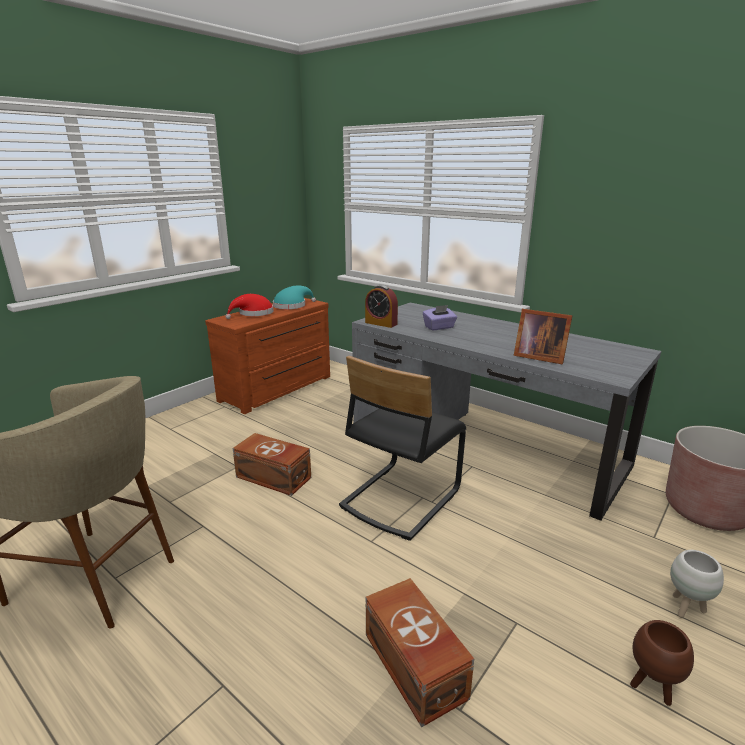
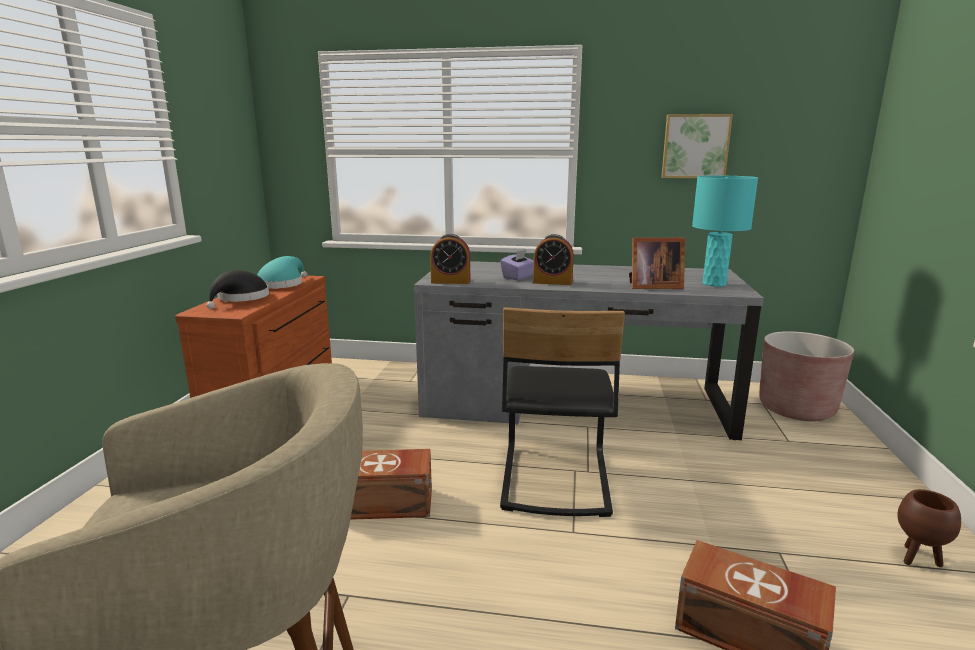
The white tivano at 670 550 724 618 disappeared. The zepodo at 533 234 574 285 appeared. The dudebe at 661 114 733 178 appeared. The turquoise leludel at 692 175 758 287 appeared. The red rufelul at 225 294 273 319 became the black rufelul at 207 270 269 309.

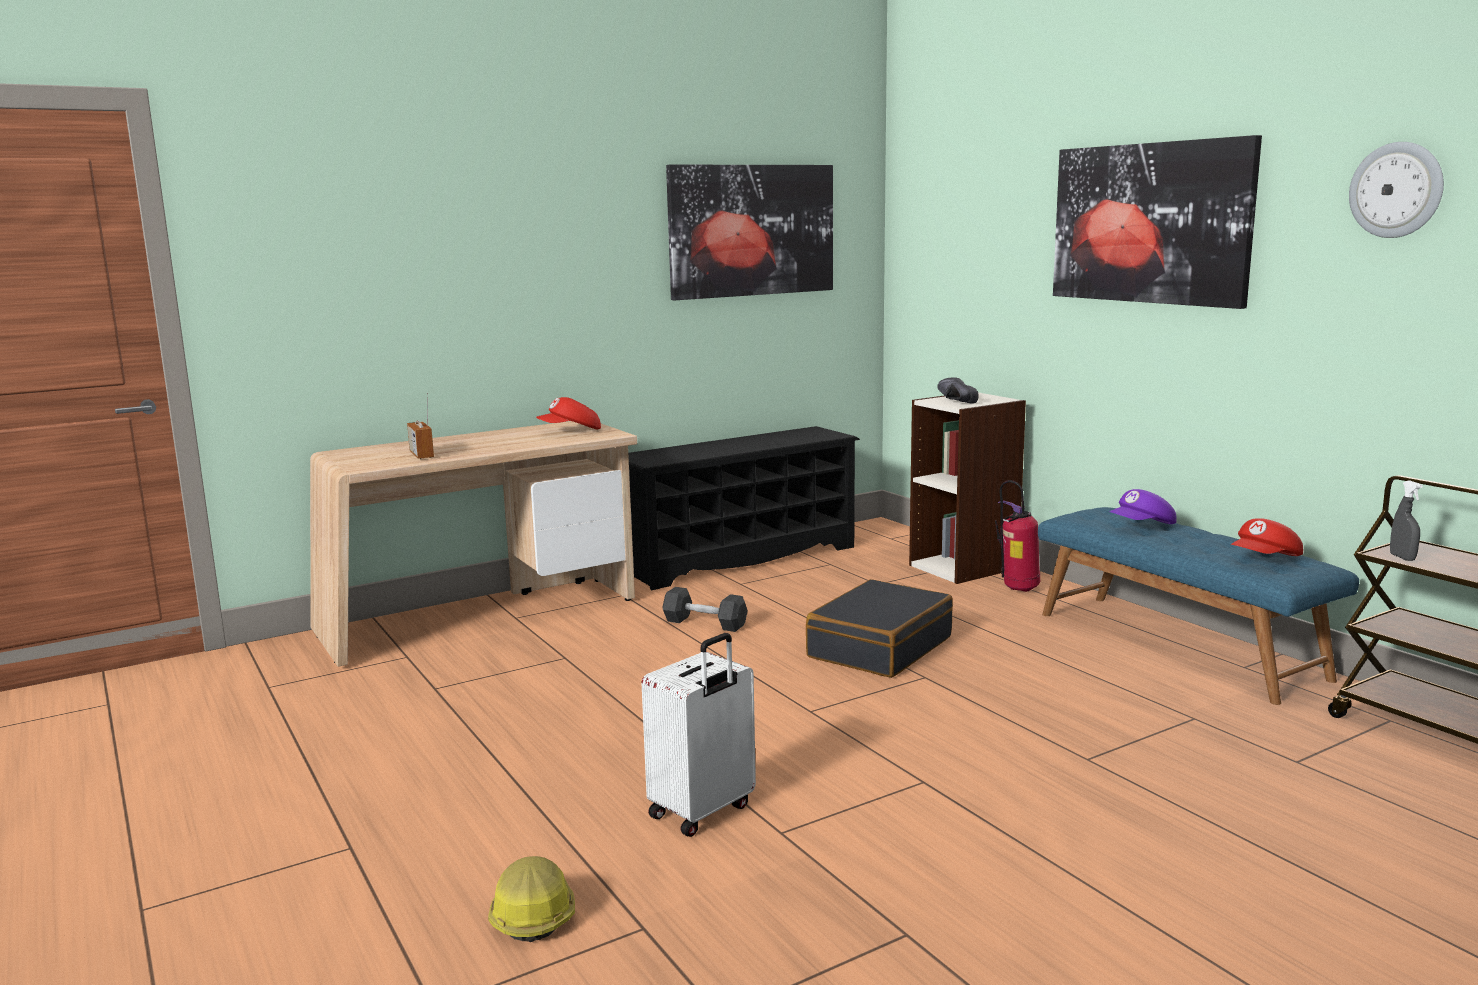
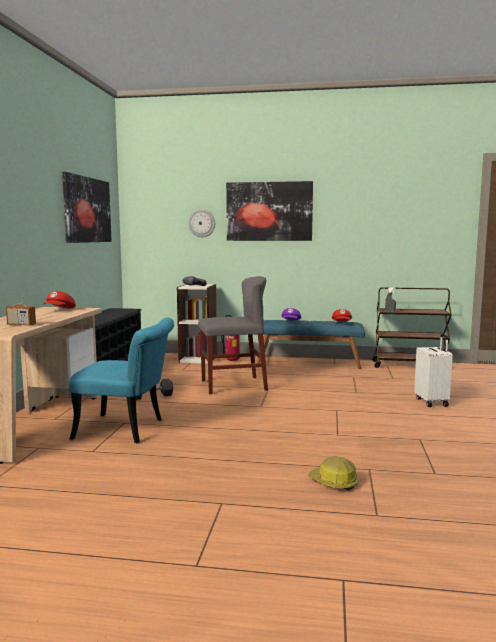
The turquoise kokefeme at 69 318 174 443 appeared. The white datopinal moved from 641 633 756 837 to 414 334 453 407. The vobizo moved from 1349 142 1444 238 to 188 209 215 237. The black datopinal at 806 579 953 678 was replaced by the grey kokefeme at 198 276 268 394.

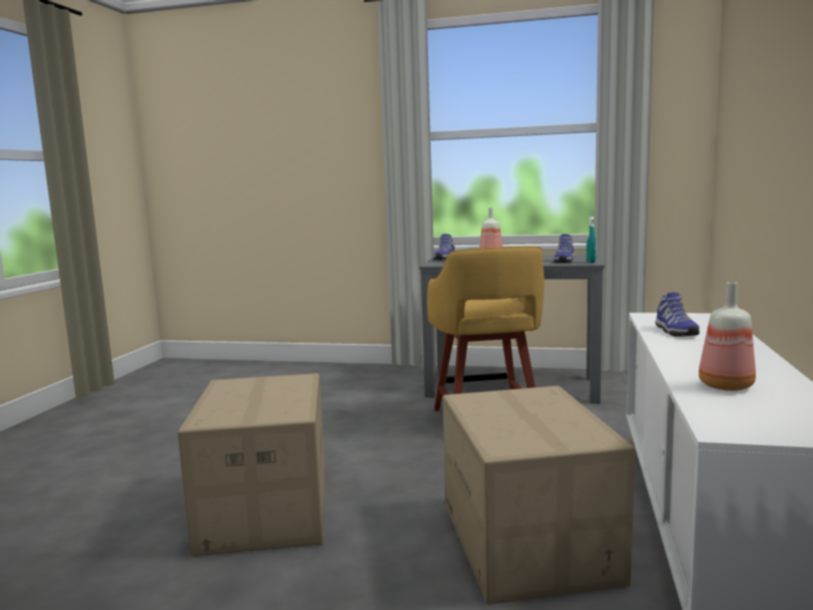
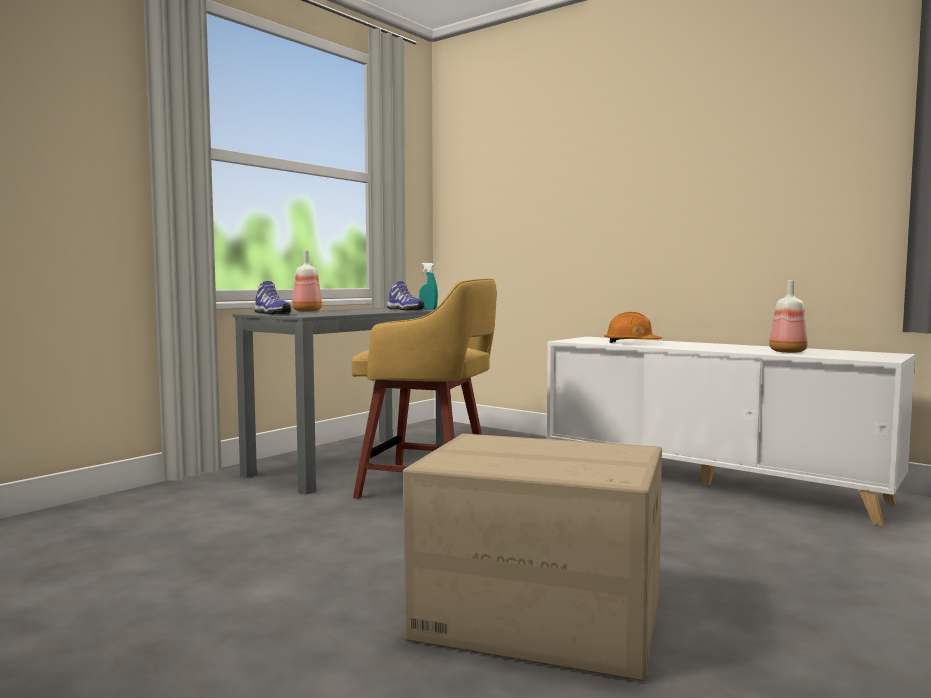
The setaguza at 443 386 635 604 disappeared. The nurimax at 656 292 700 337 was replaced by the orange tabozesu at 604 312 662 343.

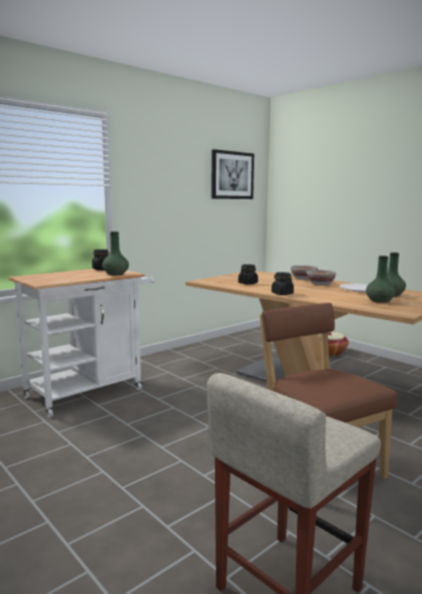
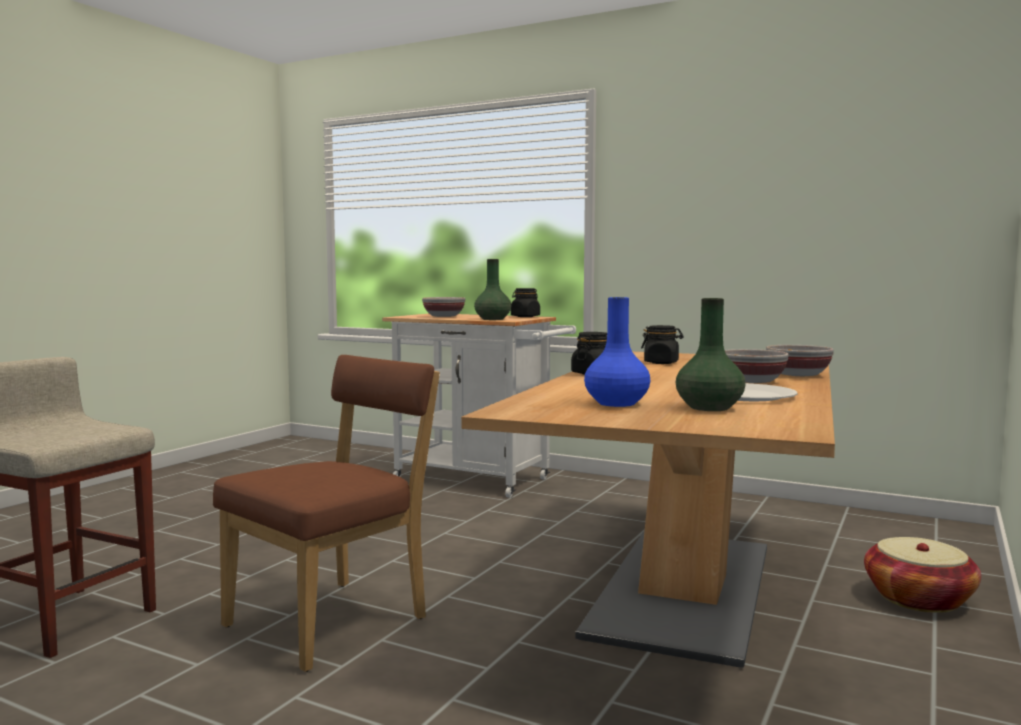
The dudebe at 211 149 254 199 disappeared. The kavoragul at 422 297 465 317 appeared. The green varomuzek at 366 256 396 303 became the blue varomuzek at 584 297 650 407.

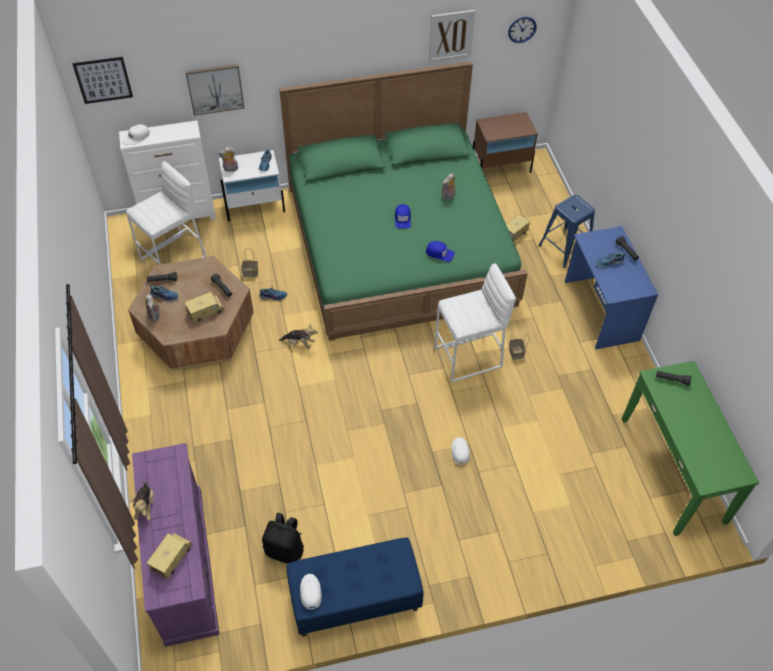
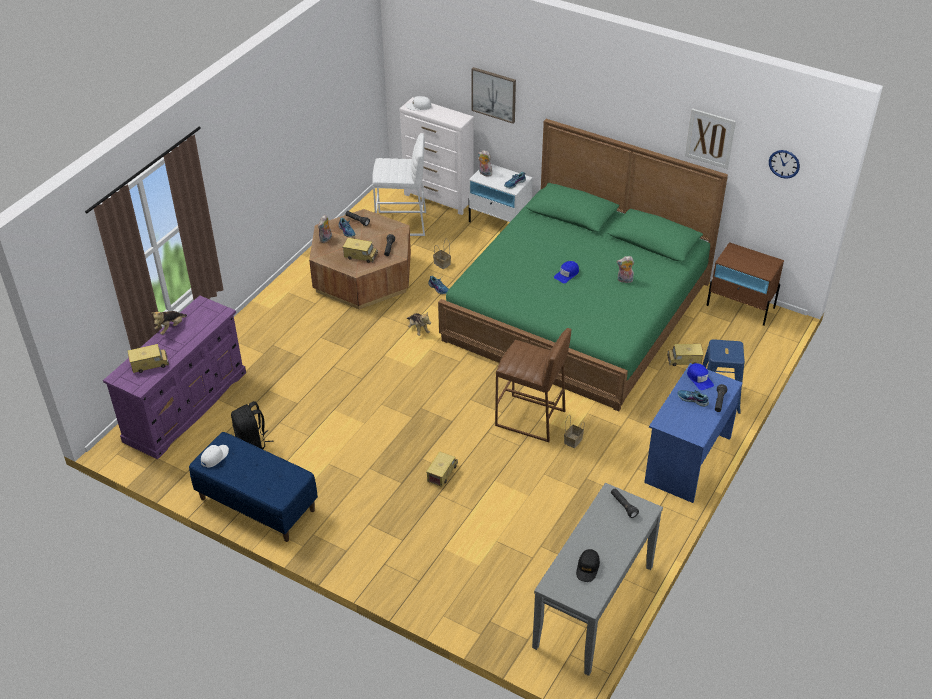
The dudebe at 72 57 133 104 disappeared. The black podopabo at 576 549 600 582 appeared. The blue podopabo moved from 426 241 455 262 to 687 363 714 390. The white podopabo at 452 437 470 465 was replaced by the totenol at 426 451 458 487. The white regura at 434 263 516 383 became the brown regura at 495 328 571 442. The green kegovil at 622 361 759 536 became the grey kegovil at 532 483 663 676.

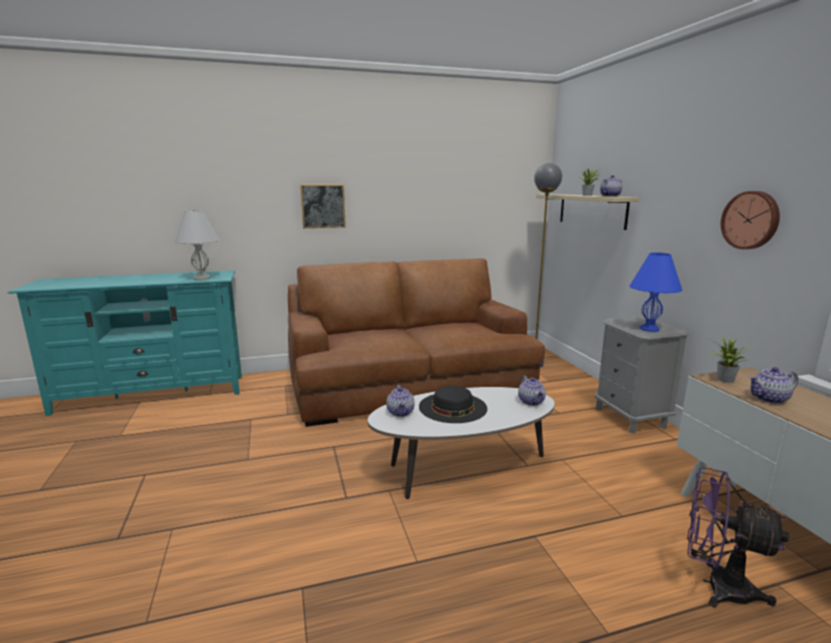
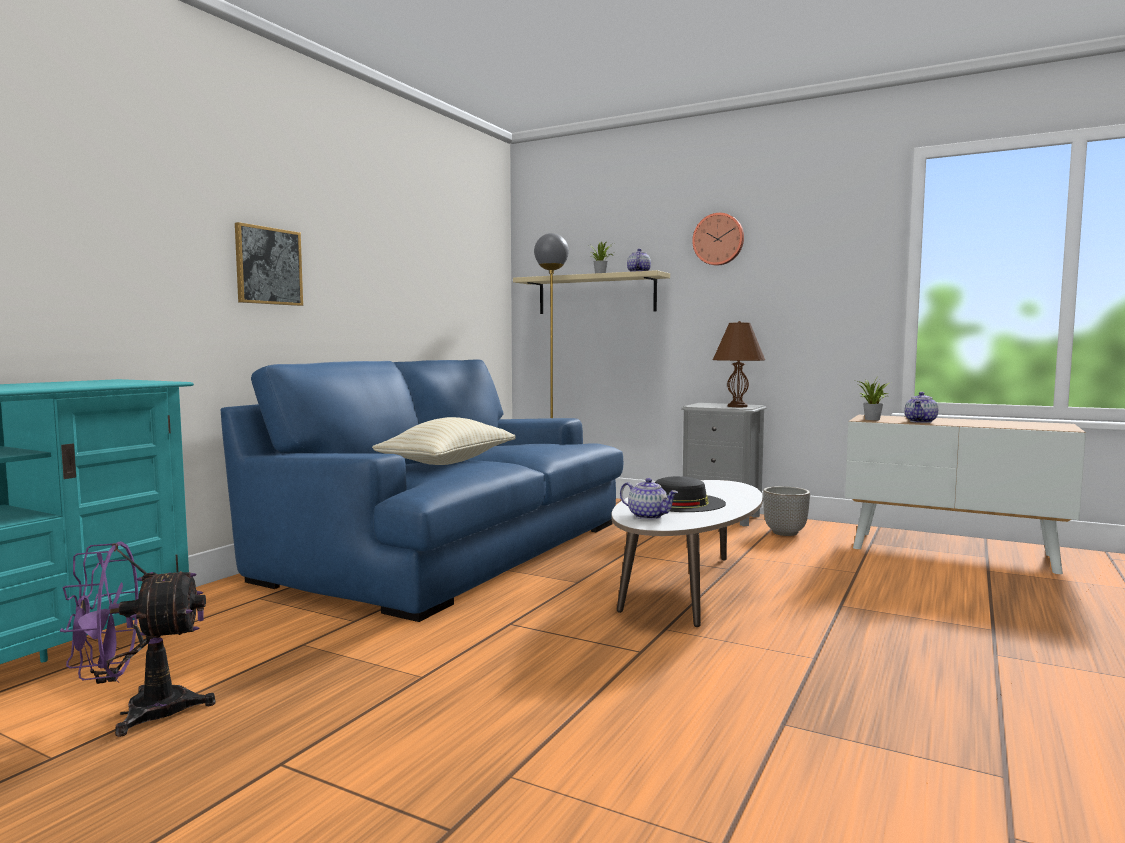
The white leludel at 174 209 220 280 disappeared. The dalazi at 518 376 546 406 disappeared. The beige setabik at 372 417 516 465 appeared. The tivano at 763 486 810 536 appeared. The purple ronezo moved from 687 467 789 608 to 60 542 216 737. The vobizo moved from 721 191 780 249 to 692 213 744 266. The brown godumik at 288 258 545 427 became the blue godumik at 221 359 623 622. The blue leludel at 629 252 682 332 became the brown leludel at 712 321 765 407.

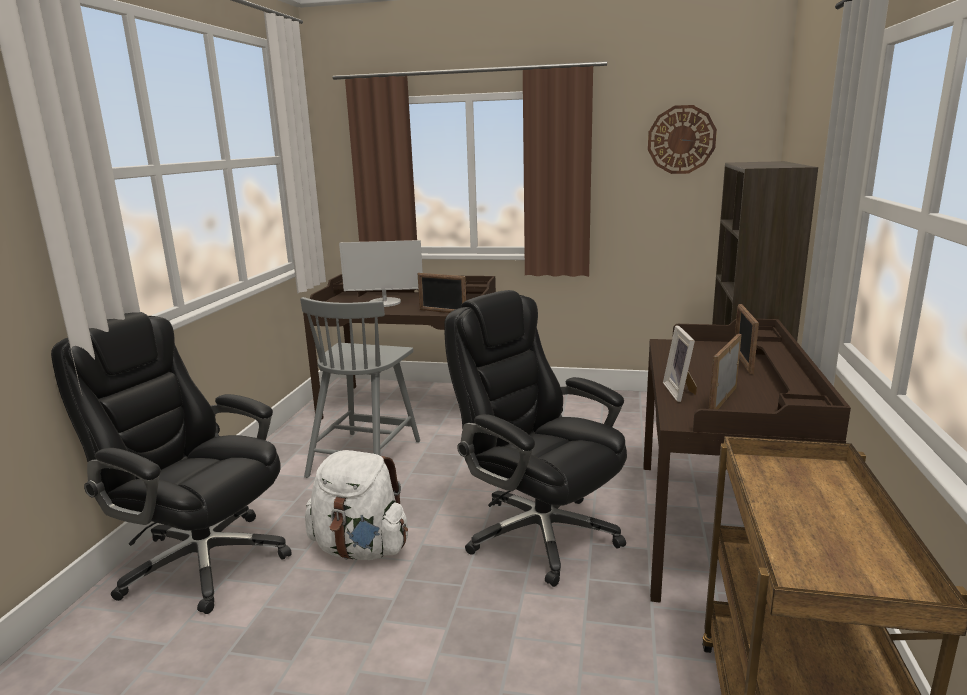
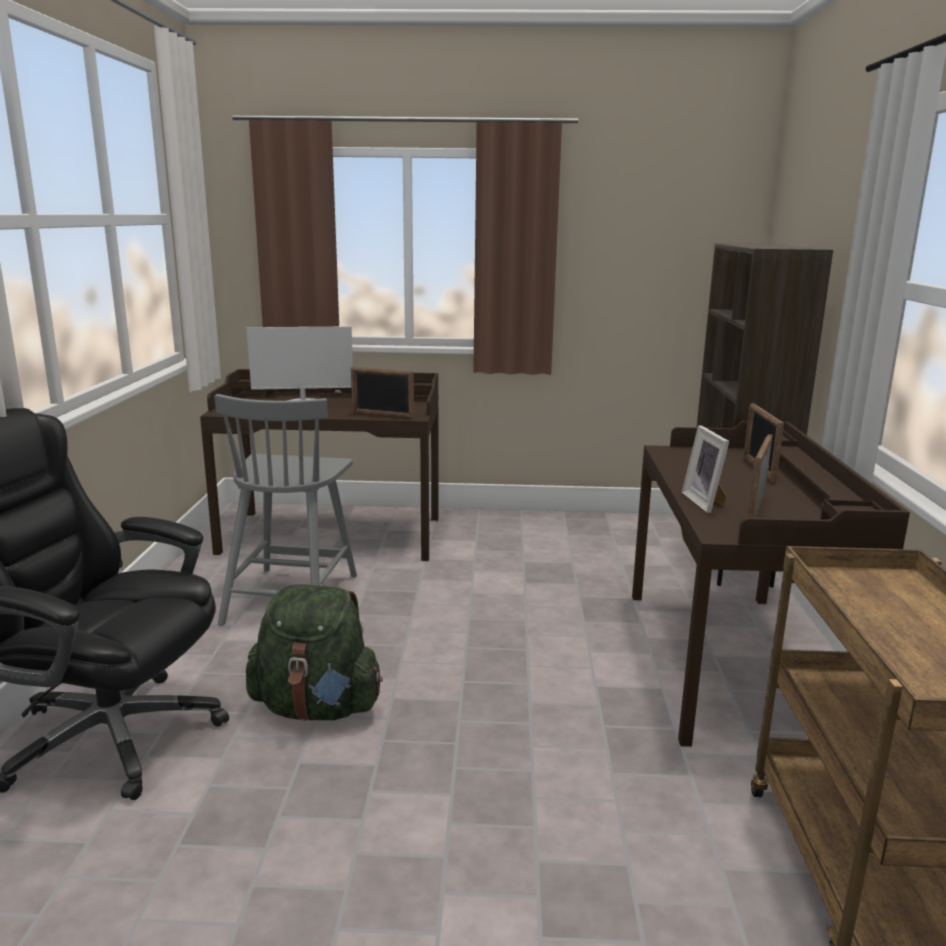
The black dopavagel at 444 290 627 587 disappeared. The vobizo at 648 105 717 174 disappeared. The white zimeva at 305 450 408 560 became the green zimeva at 246 584 383 721.

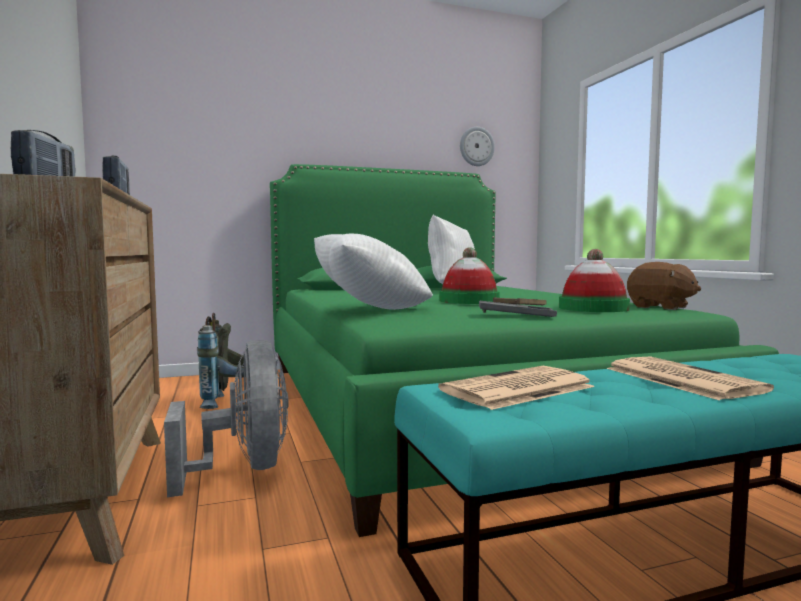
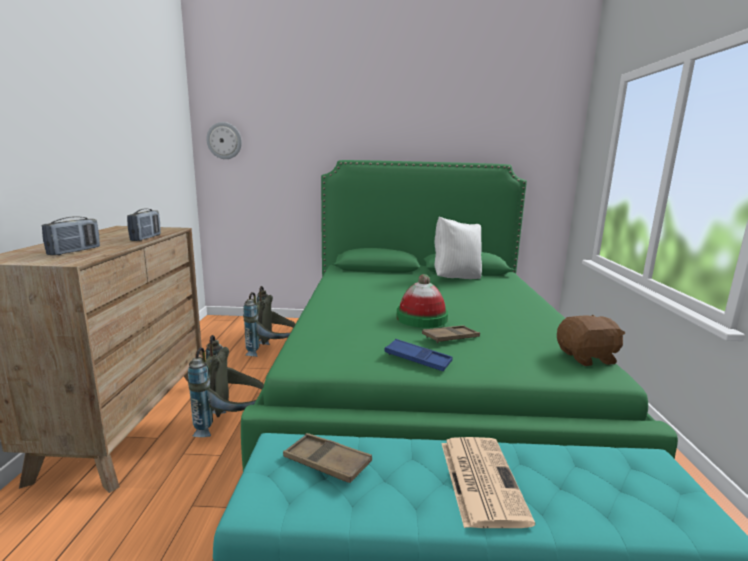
The white setabik at 314 233 433 310 disappeared. The rufelul at 559 249 630 312 disappeared. The vobizo moved from 460 127 495 166 to 206 122 242 159. The grey ronezo at 164 340 289 497 was replaced by the grey zimeva at 188 335 264 437. The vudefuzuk at 438 366 595 410 was replaced by the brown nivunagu at 283 433 372 483. The grey nivunagu at 479 300 557 317 became the blue nivunagu at 384 339 453 371. The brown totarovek at 627 262 701 310 turned 75 degrees counterclockwise.

